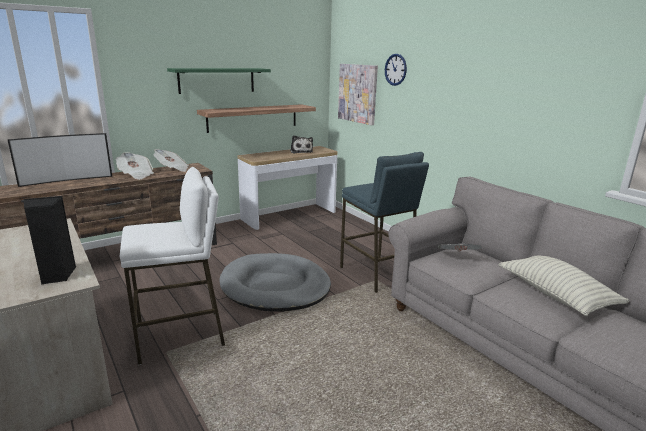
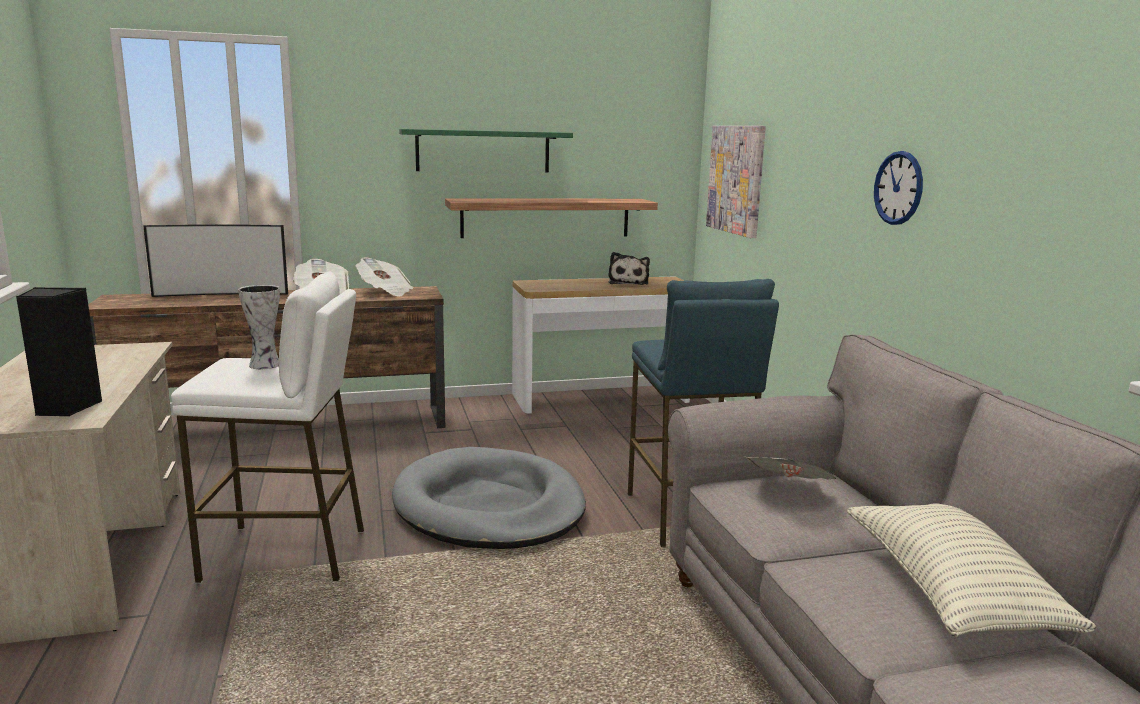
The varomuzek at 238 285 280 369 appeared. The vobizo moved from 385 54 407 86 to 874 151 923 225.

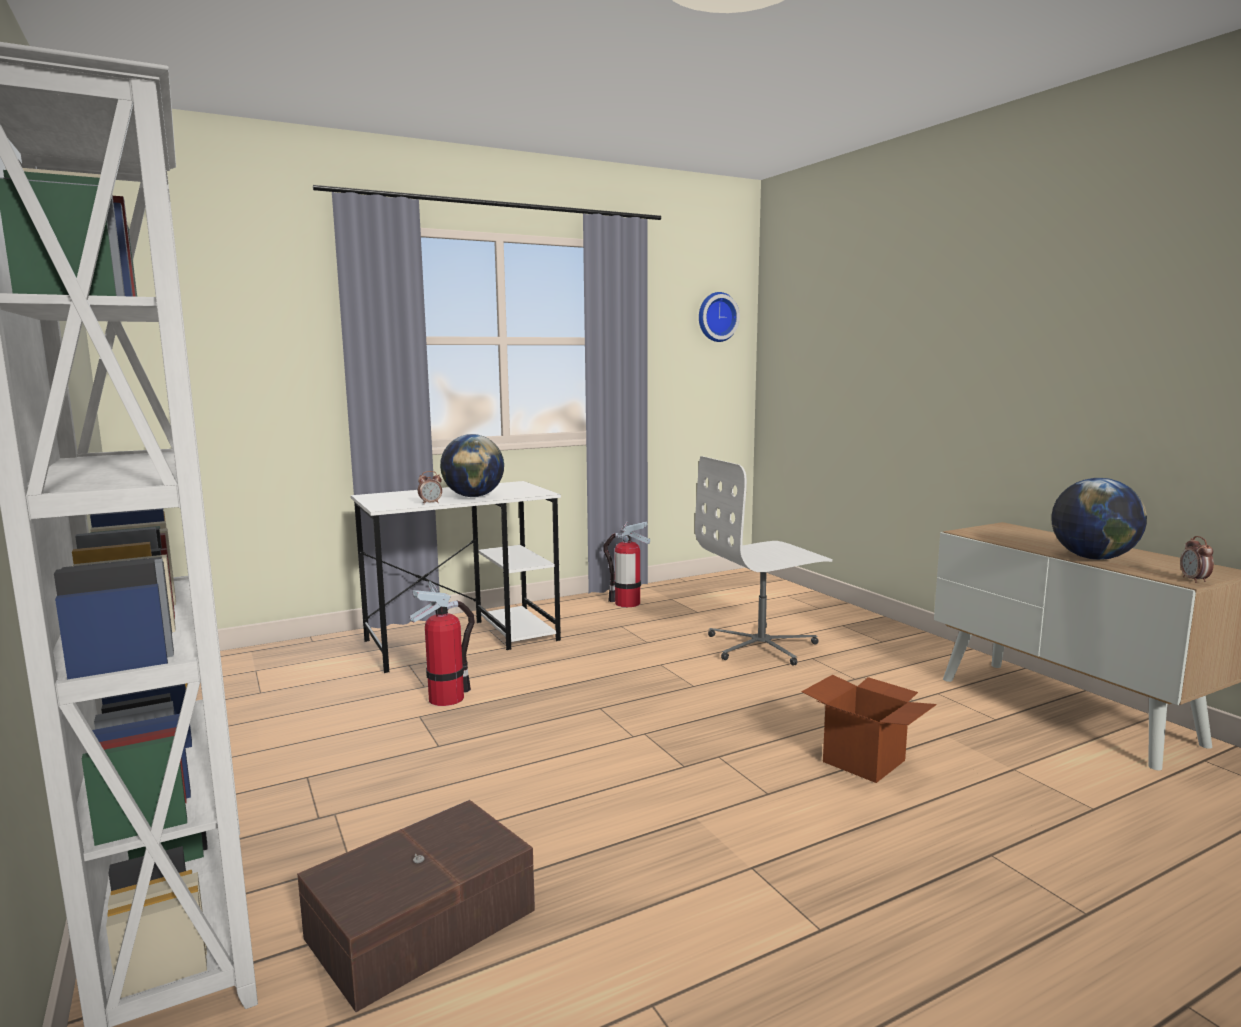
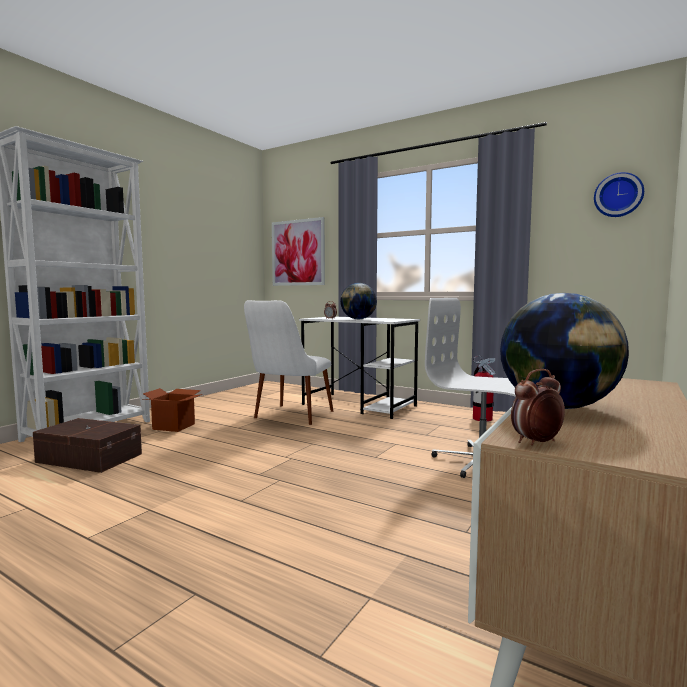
The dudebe at 272 217 325 286 appeared. The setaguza moved from 801 675 937 783 to 143 388 203 432. The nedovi at 410 581 475 706 was replaced by the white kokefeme at 244 300 334 425.

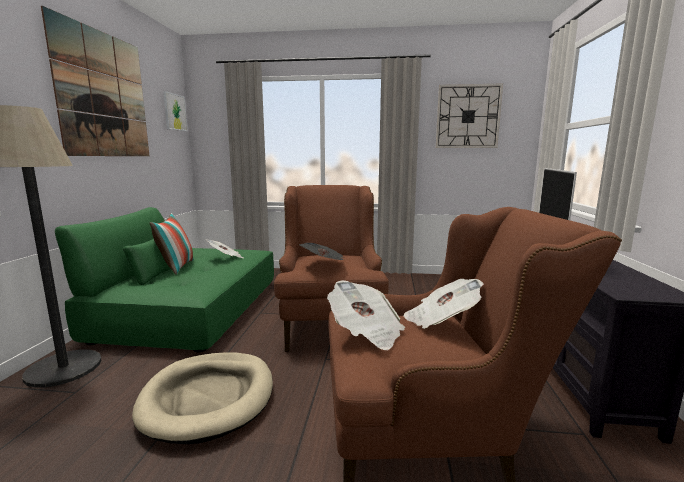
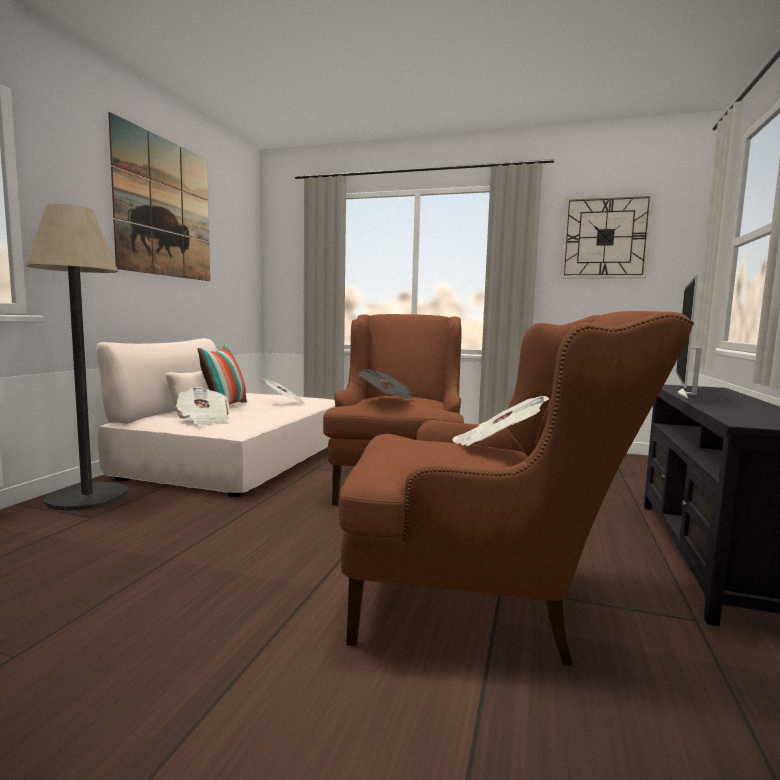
The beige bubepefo at 132 352 273 444 disappeared. The dudebe at 163 91 188 131 disappeared. The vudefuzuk moved from 327 280 405 350 to 176 387 230 426. The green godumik at 55 207 274 352 became the beige godumik at 96 338 336 497.

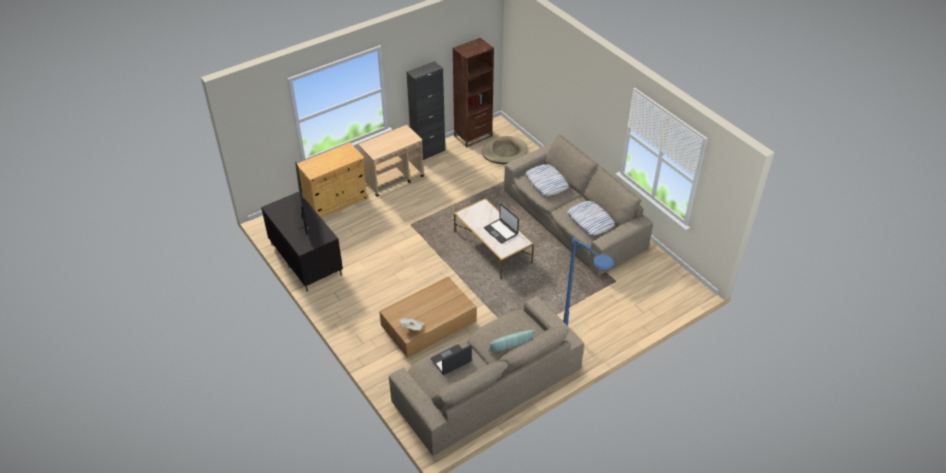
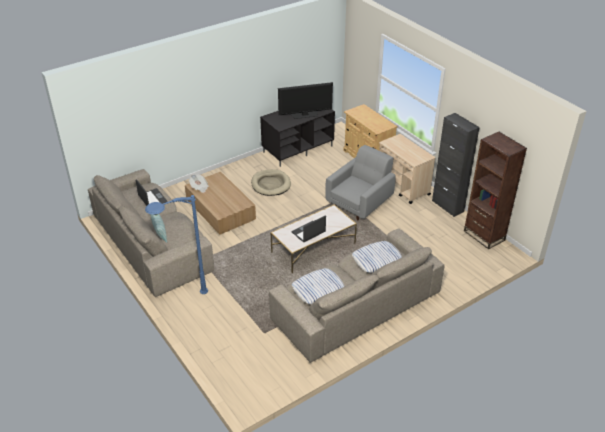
The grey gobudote at 325 145 396 220 appeared. The beige bubepefo moved from 482 136 528 164 to 251 169 291 196.

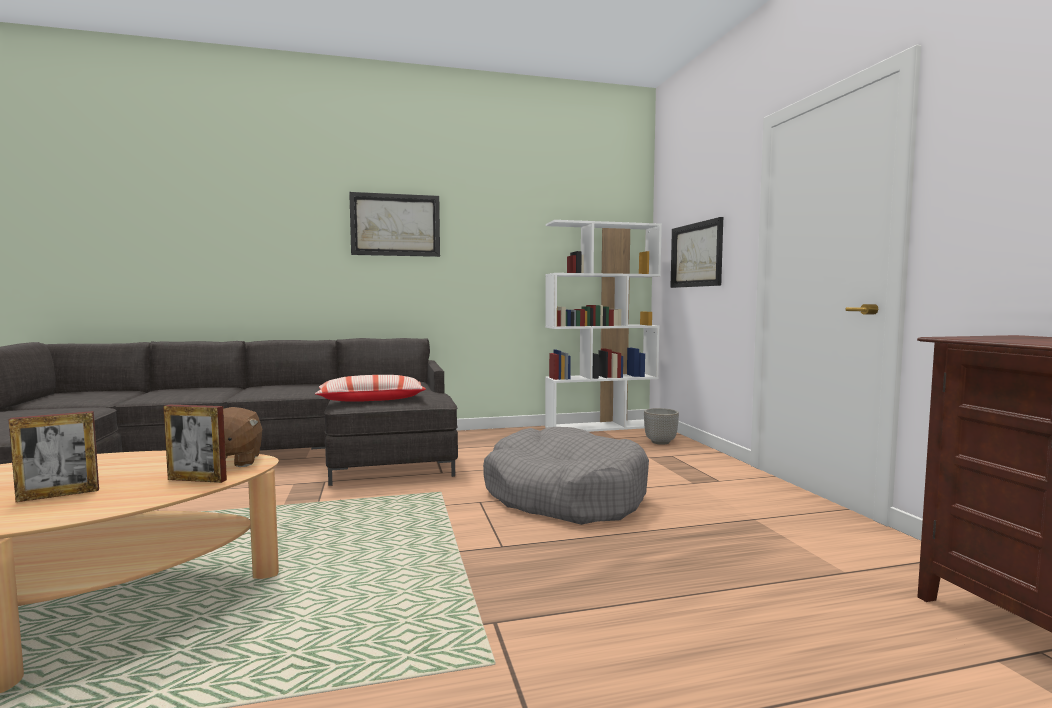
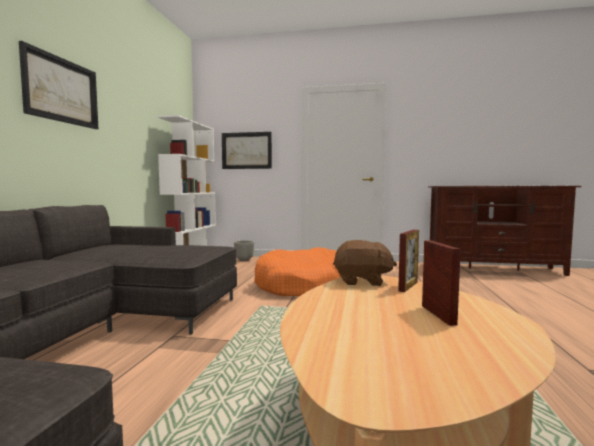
The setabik at 315 375 426 402 disappeared. The grey bubepefo at 483 427 649 525 became the orange bubepefo at 254 247 341 296.

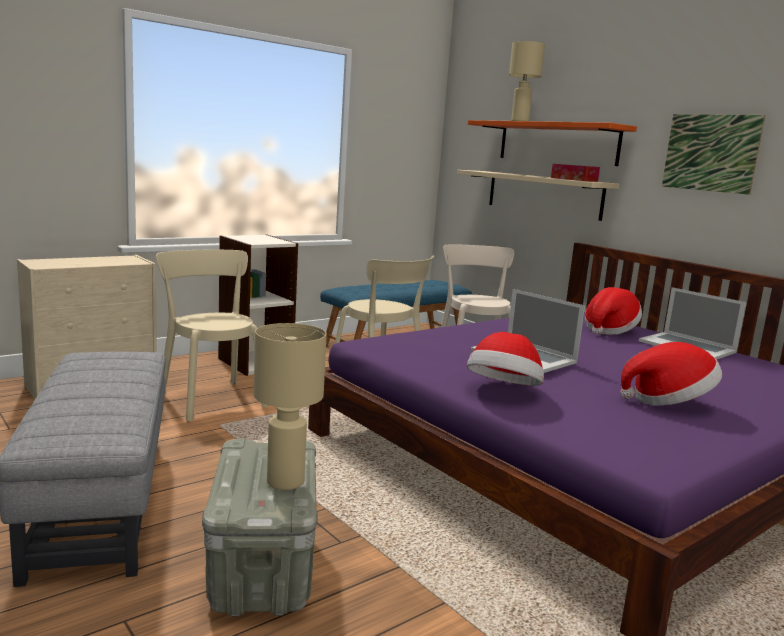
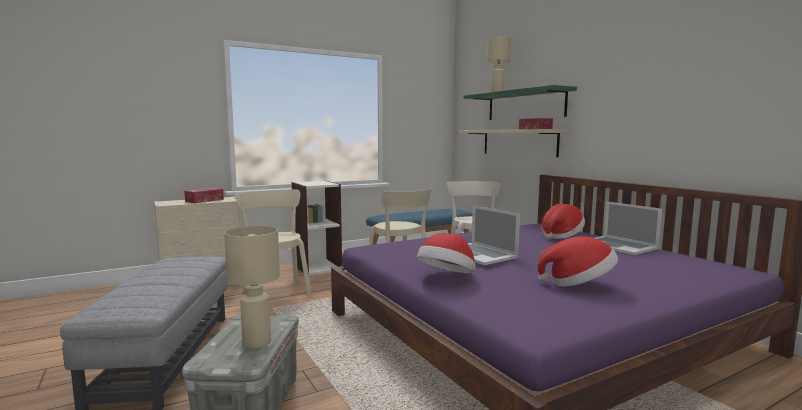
The dudebe at 662 114 765 195 disappeared. The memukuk at 184 188 224 203 appeared. The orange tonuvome at 468 120 637 166 became the green tonuvome at 463 85 577 120.

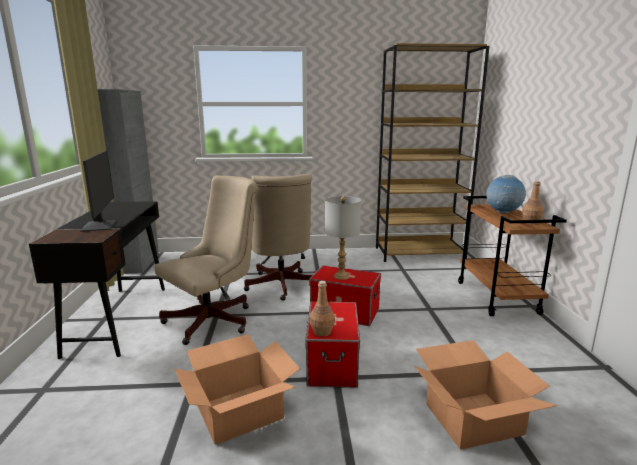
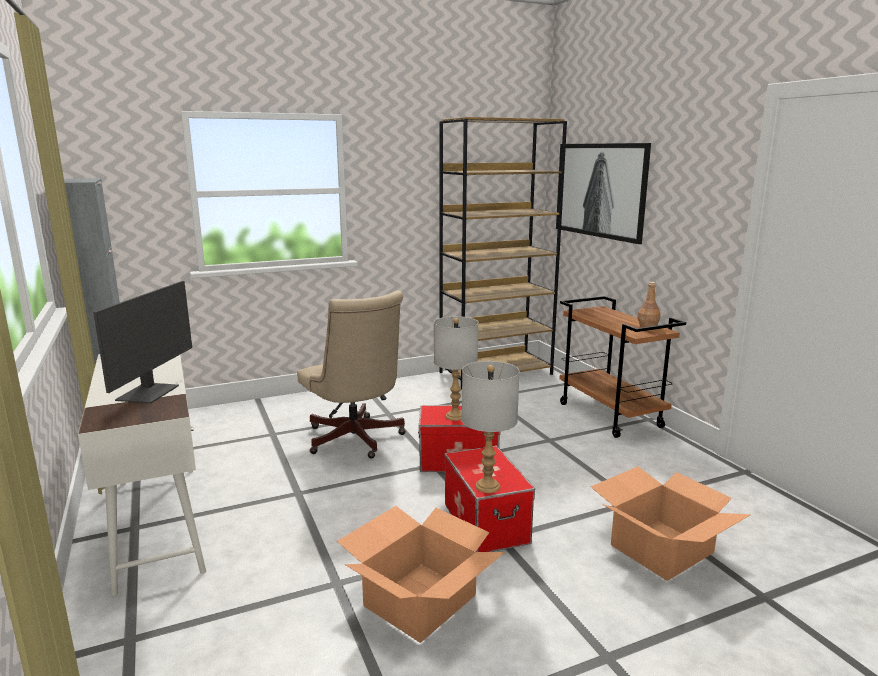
The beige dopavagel at 155 176 258 345 disappeared. The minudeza at 486 175 526 214 disappeared. The dudebe at 556 143 651 244 appeared. The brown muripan at 310 281 335 337 was replaced by the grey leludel at 462 361 520 493. The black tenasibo at 29 201 165 359 became the white tenasibo at 78 354 206 596. The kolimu at 80 150 117 232 turned 45 degrees clockwise.

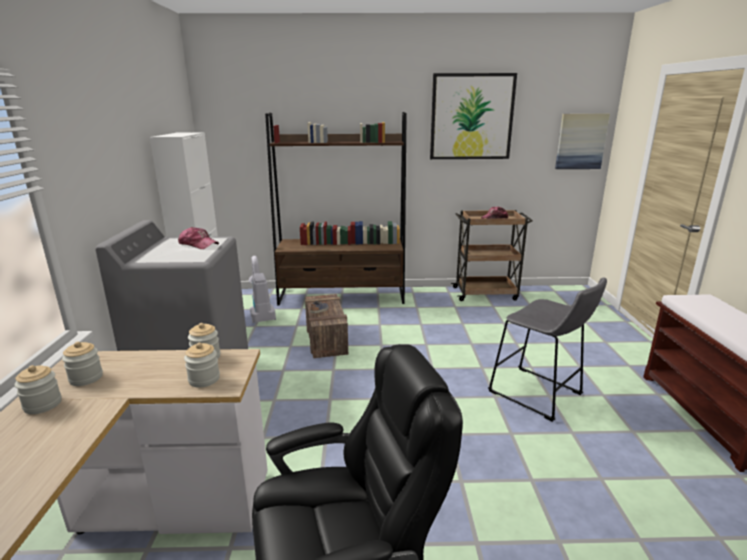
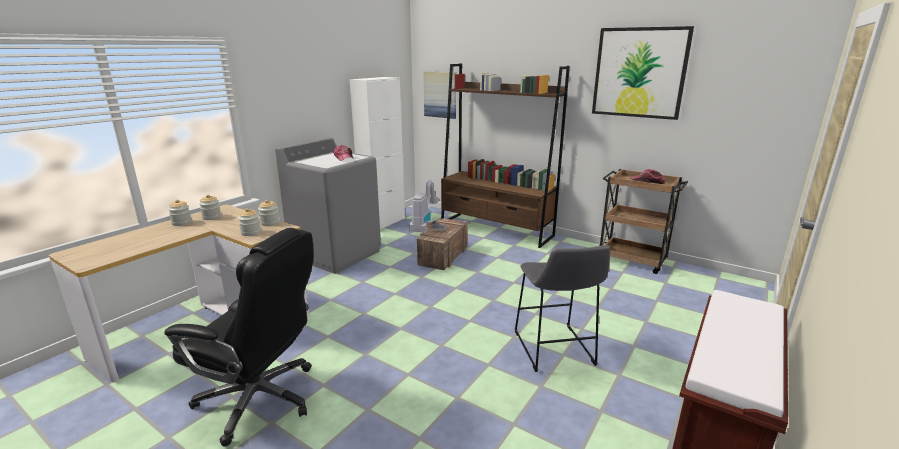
The dudebe moved from 555 114 610 169 to 423 71 456 119.

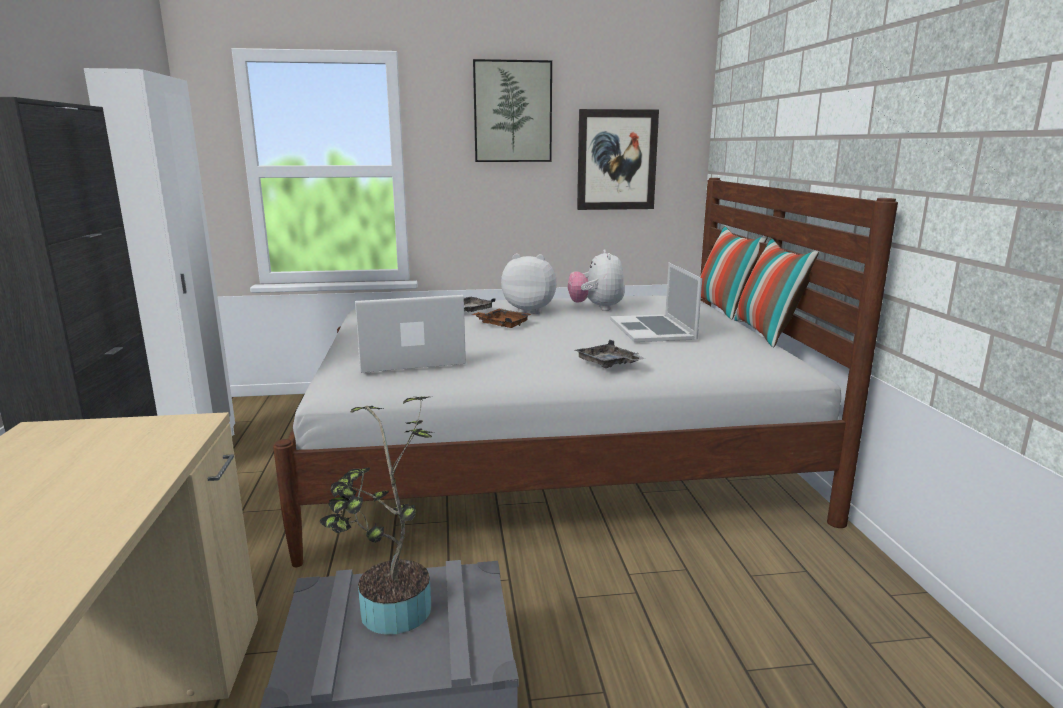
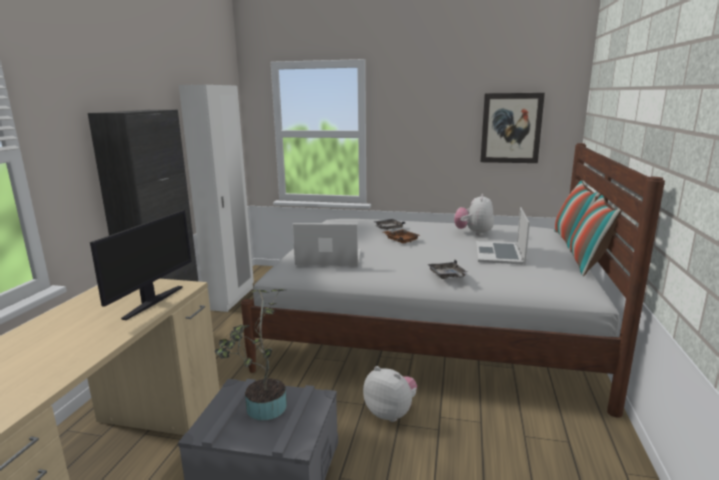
The dudebe at 473 59 552 162 disappeared. The kolimu at 90 210 192 320 appeared. The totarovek moved from 501 253 557 314 to 363 366 417 422.

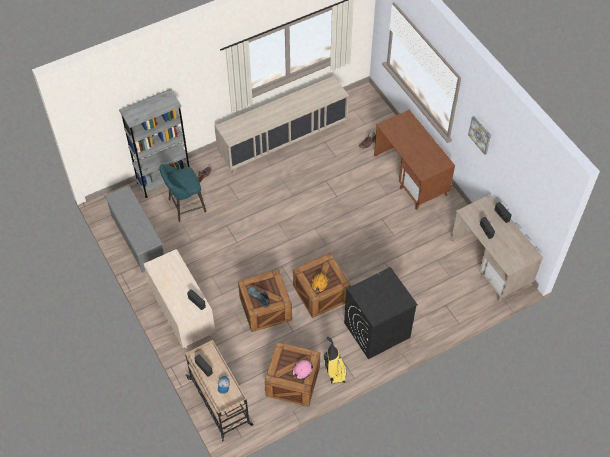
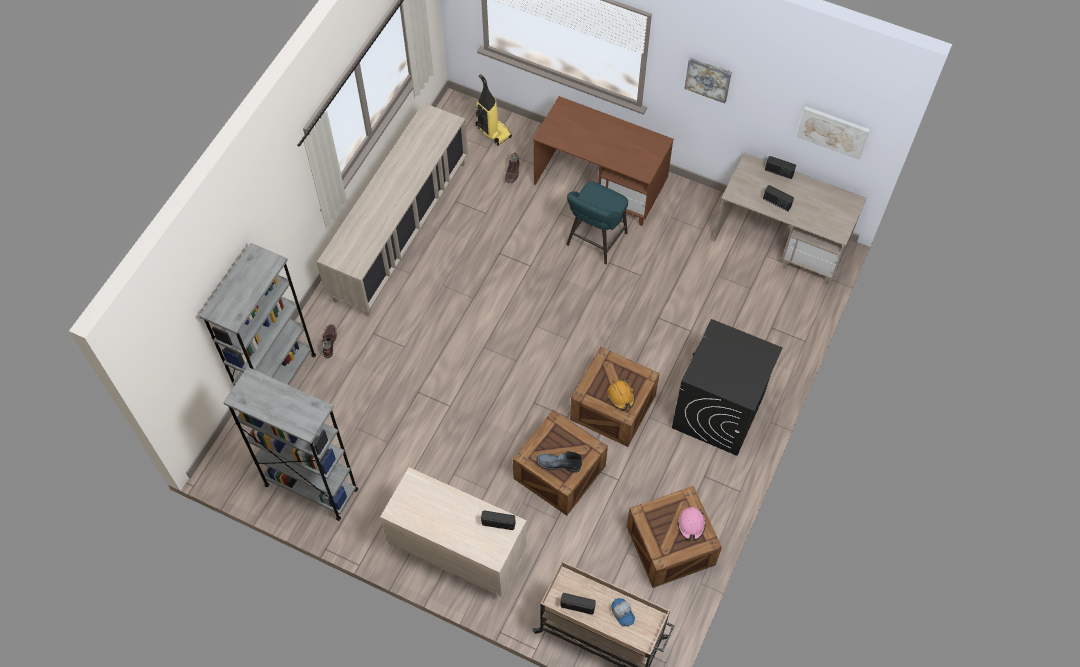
The dudebe at 797 106 870 160 appeared. The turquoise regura moved from 159 164 206 222 to 567 181 628 264. The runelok moved from 324 337 347 383 to 475 74 512 146. The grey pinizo at 104 185 164 273 was replaced by the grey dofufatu at 223 367 358 521.

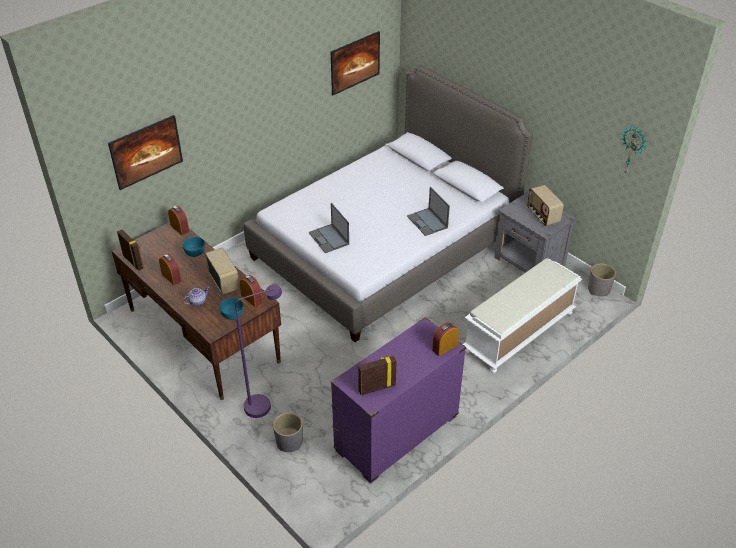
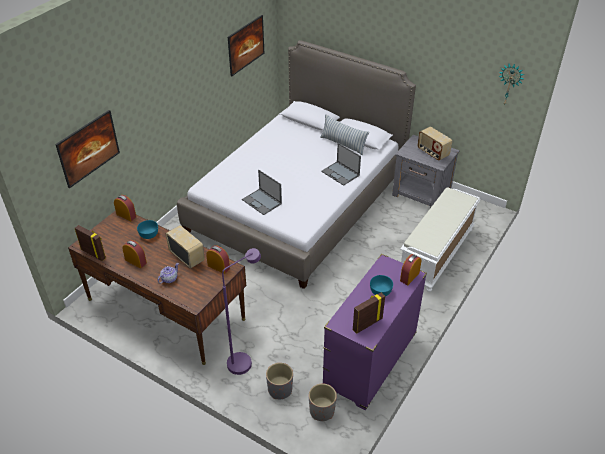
The setabik at 320 114 369 156 appeared. The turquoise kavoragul moved from 219 298 244 320 to 370 275 393 296. The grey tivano moved from 588 263 616 296 to 309 384 337 421.

